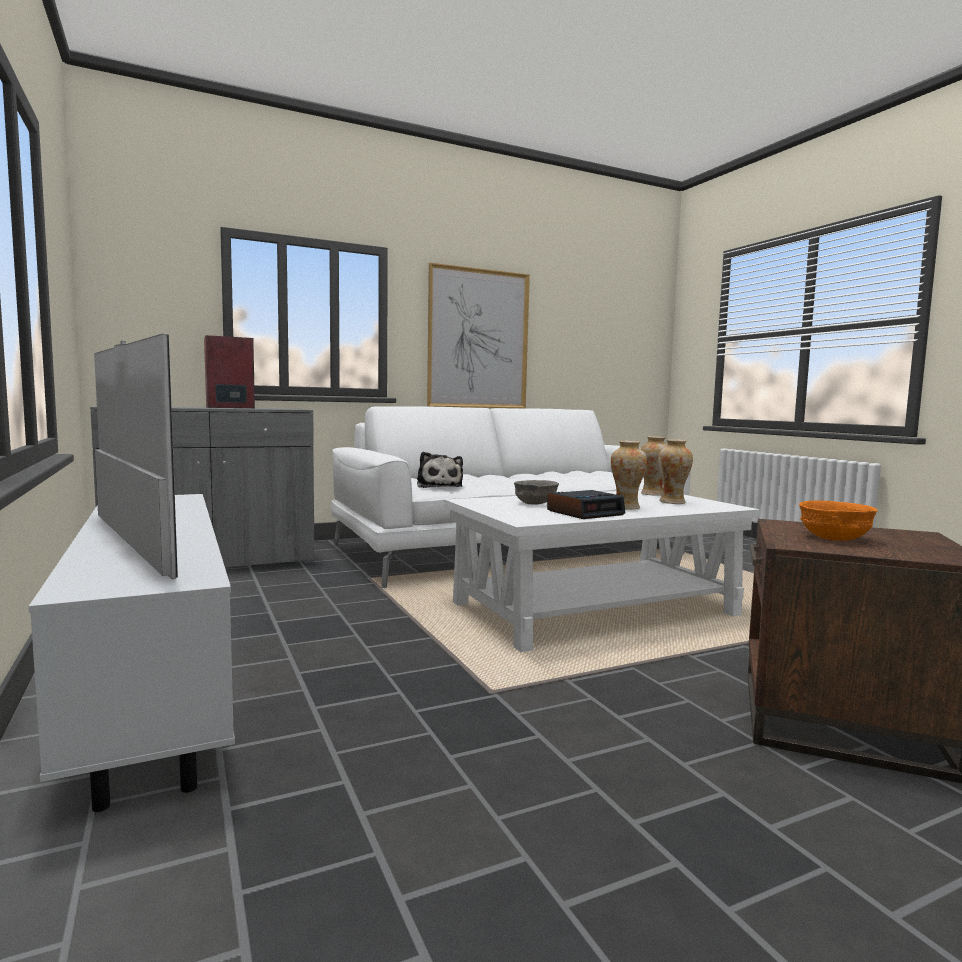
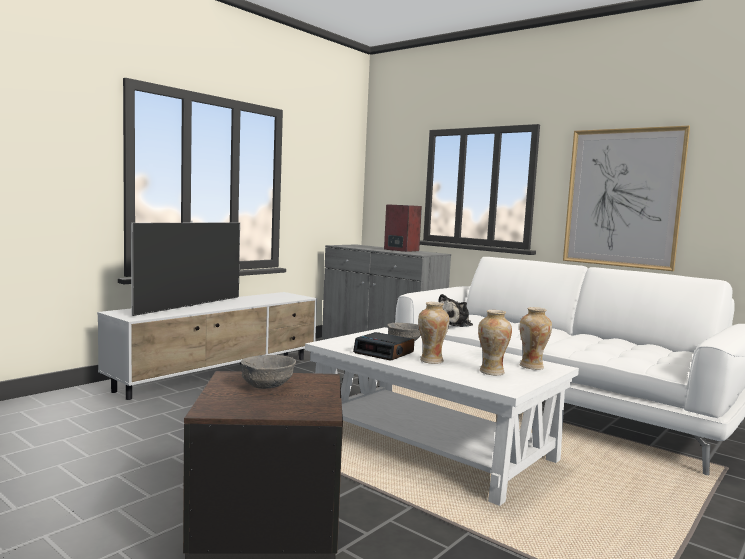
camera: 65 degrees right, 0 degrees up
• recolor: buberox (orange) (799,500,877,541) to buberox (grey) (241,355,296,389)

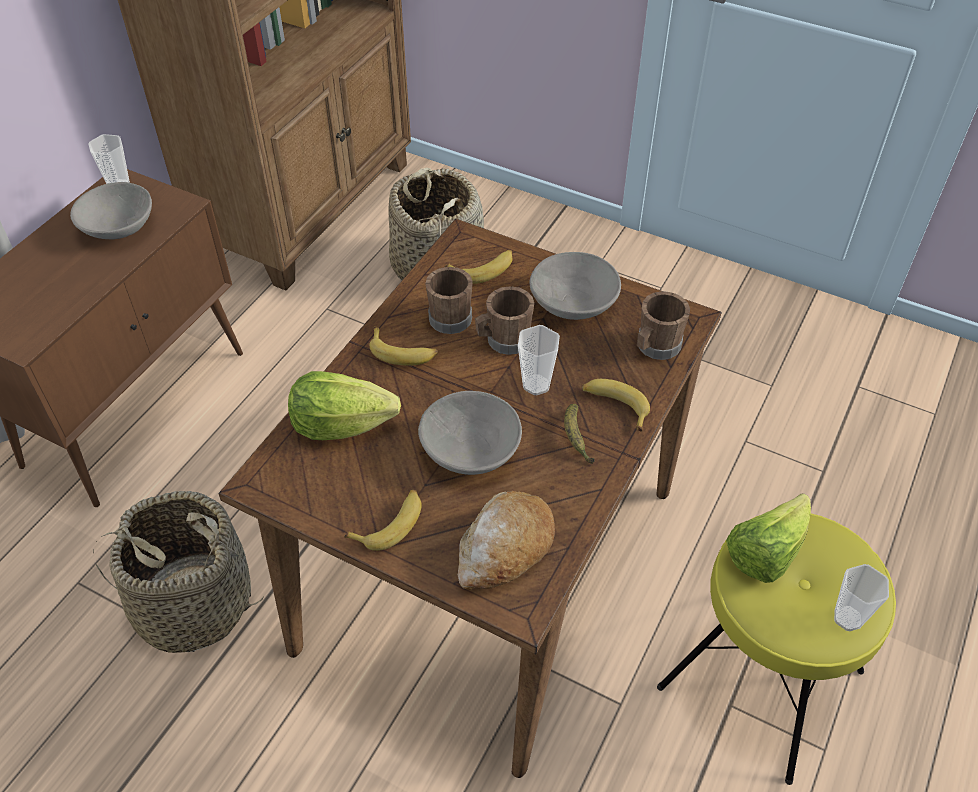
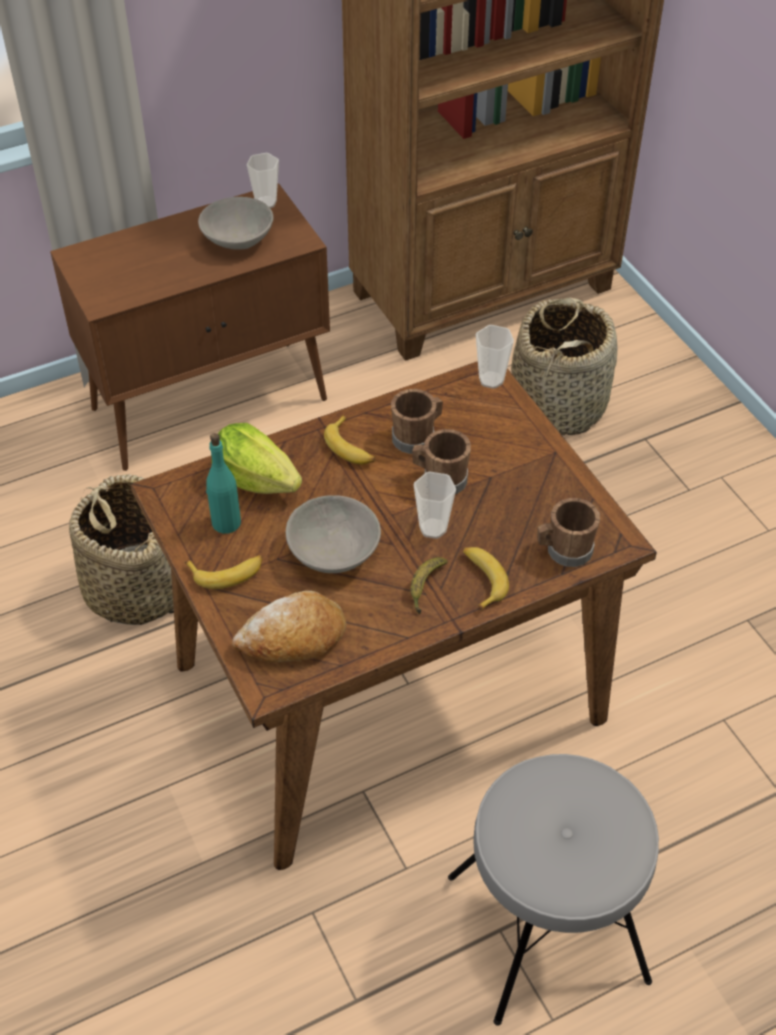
camera: 35 degrees right, 0 degrees up
• insert: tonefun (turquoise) (206,433,241,534)
• recolor: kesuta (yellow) (657,514,896,785) to kesuta (grey) (448,754,659,1026)
• move: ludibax (834,564,889,631) to (476,325,514,389)
• delete: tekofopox (445,250,513,284)
• delete: buberox (grey) (529,252,621,320)
• delete: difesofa (726,494,811,583)

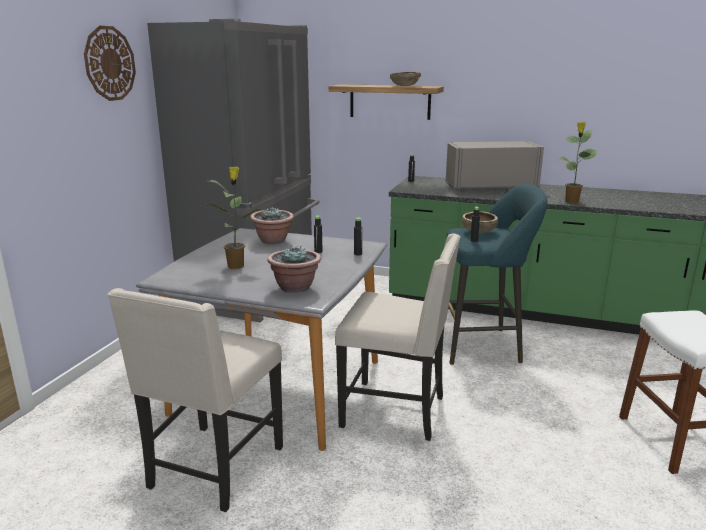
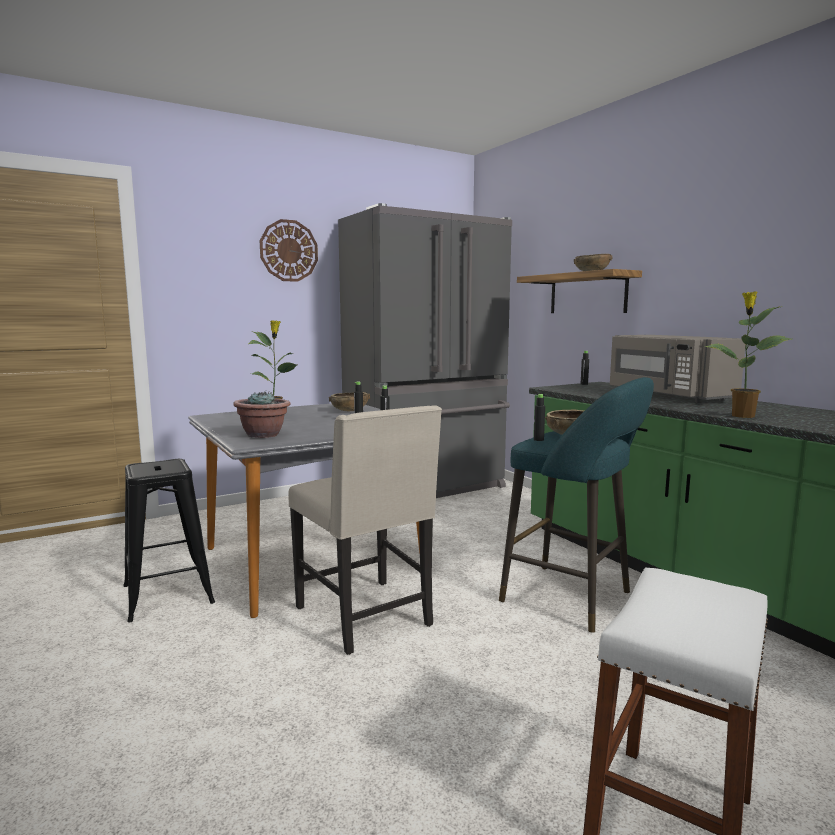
camera: 40 degrees right, 10 degrees down
• replace: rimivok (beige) (108,288,283,512) to kesuta (black) (123,459,215,622)
• replace: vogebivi (250,207,294,244) to buberox (brown) (329,392,370,411)
• rotate: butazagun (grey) (446,141,544,192) = (610,335,746,403) 150 degrees counterclockwise

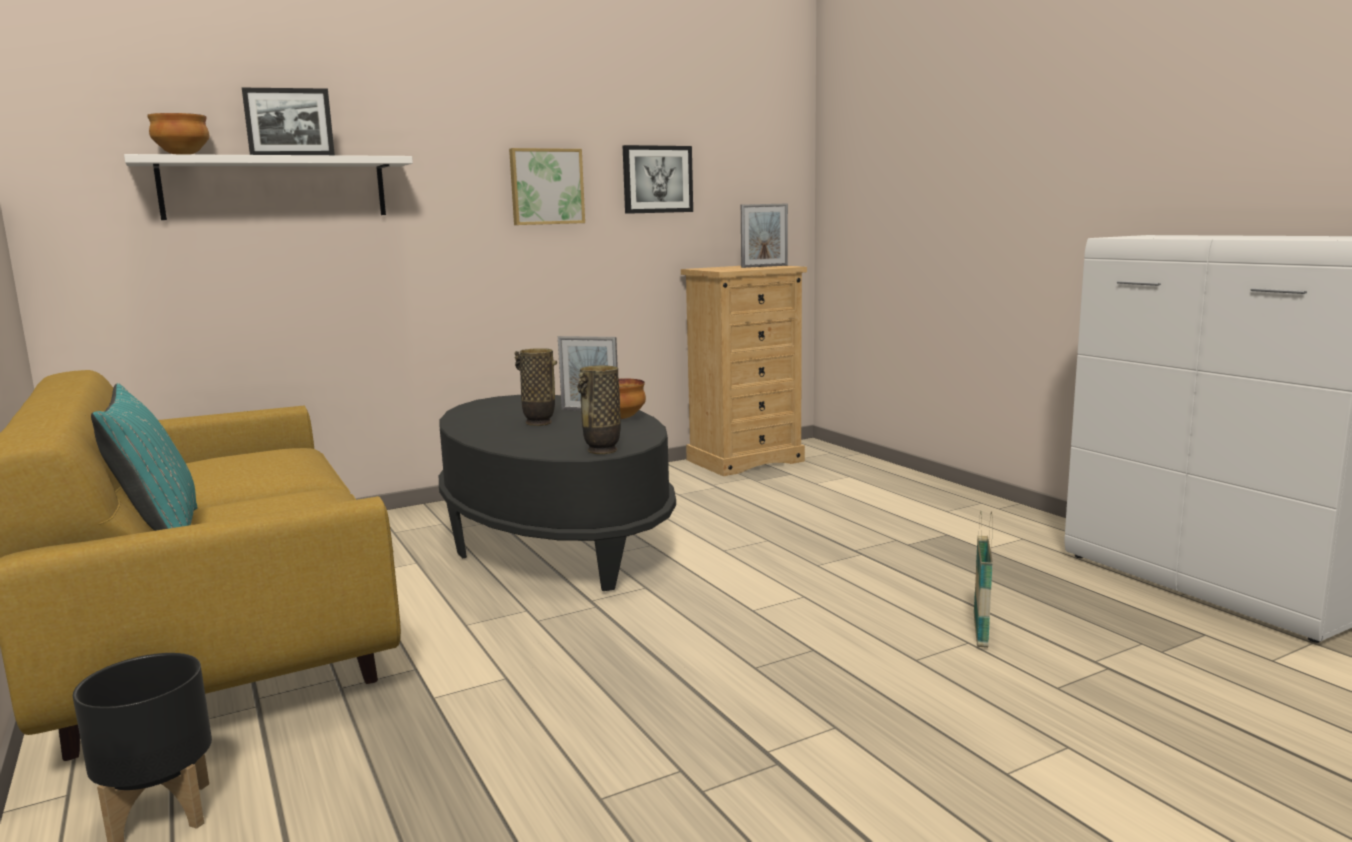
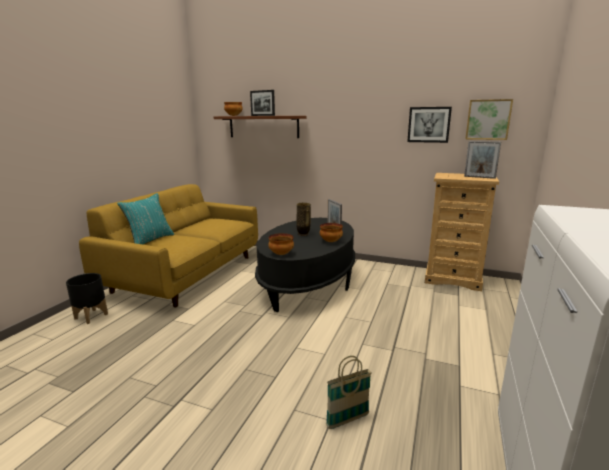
camera: 50 degrees right, 5 degrees up
• recolor: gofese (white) (124,154,413,220) to gofese (brown) (214,116,307,138)
• replace: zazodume (577,365,621,454) to buberox (268,233,294,255)
• move: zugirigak (509,148,585,225) to (465,99,513,140)

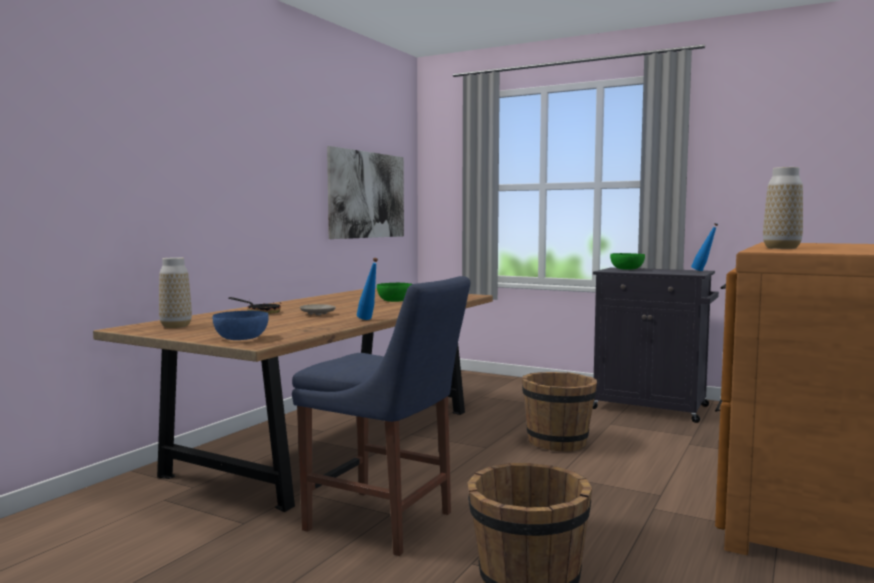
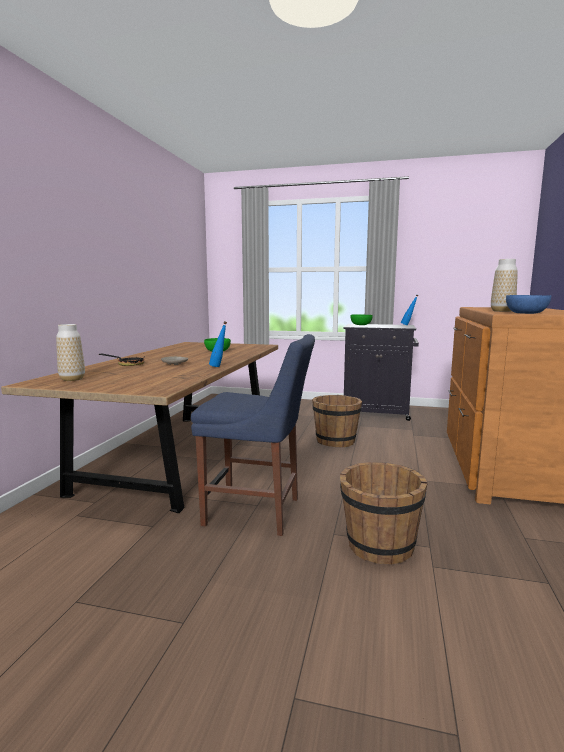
camera: 15 degrees left, 5 degrees up
• move: buberox (blue) (213,311,269,340) to (506,295,551,314)
• delete: zugirigak (327,146,404,239)

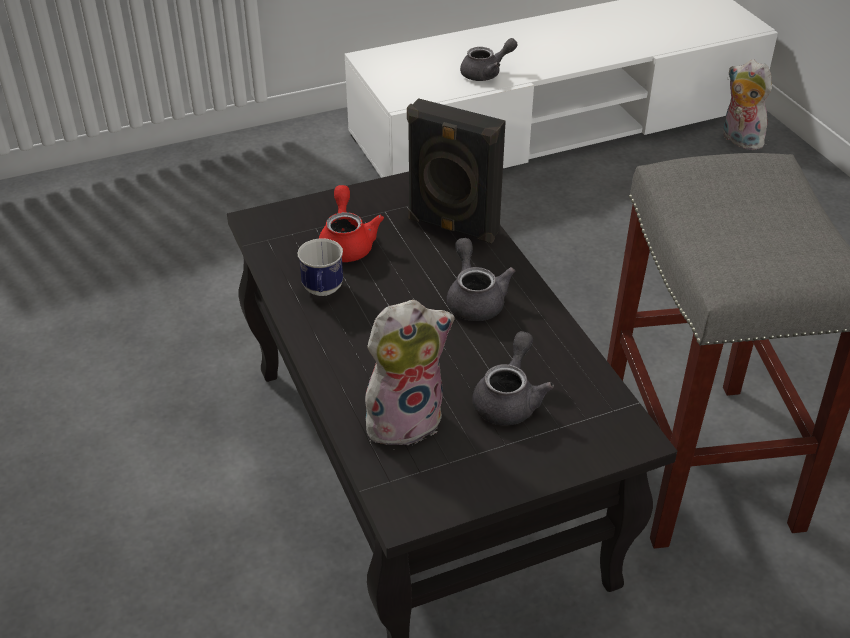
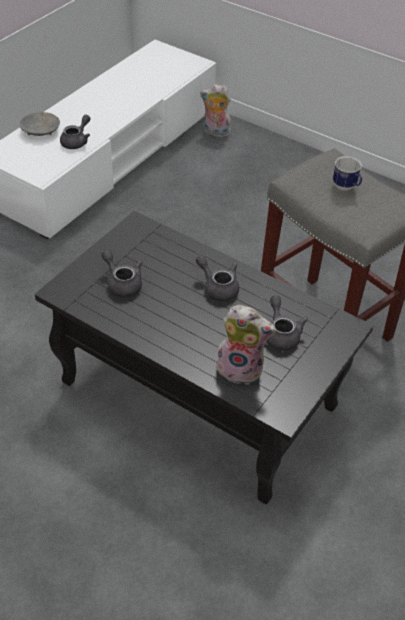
camera: 35 degrees left, 5 degrees up
• insert: buberox (grey) (20,112,60,136)
• recolor: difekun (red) (319,185,384,262) to difekun (grey) (102,250,142,298)
• rotate: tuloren (365,300,455,446) = (214,305,276,385) 75 degrees clockwise
• move: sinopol (298,238,343,296) to (333,156,362,191)
• delete: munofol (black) (407,98,506,244)

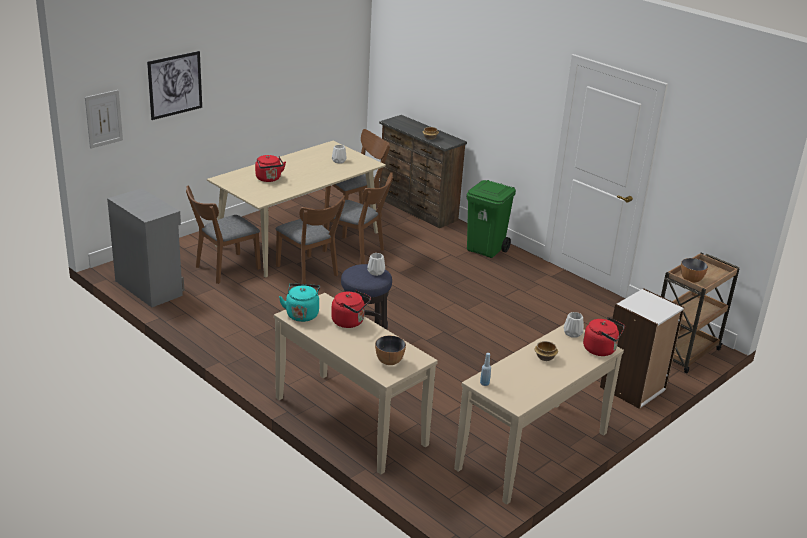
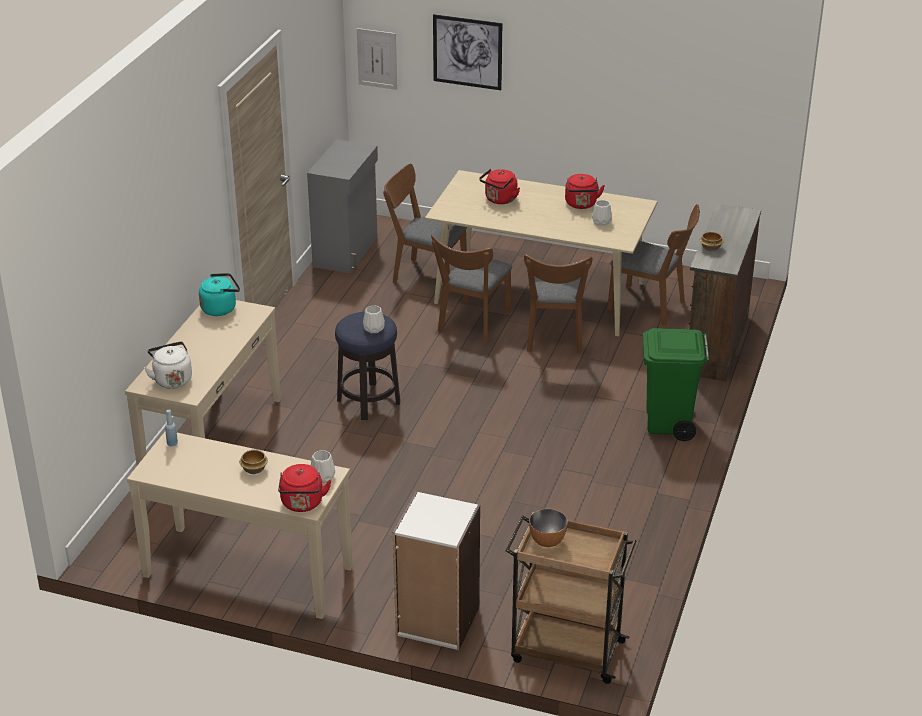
camera: 65 degrees right, 5 degrees up
• replace: buberox (375,336,406,365) to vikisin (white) (144,342,192,389)
• move: vikisin (red) (331,290,371,328) to (565,174,605,209)

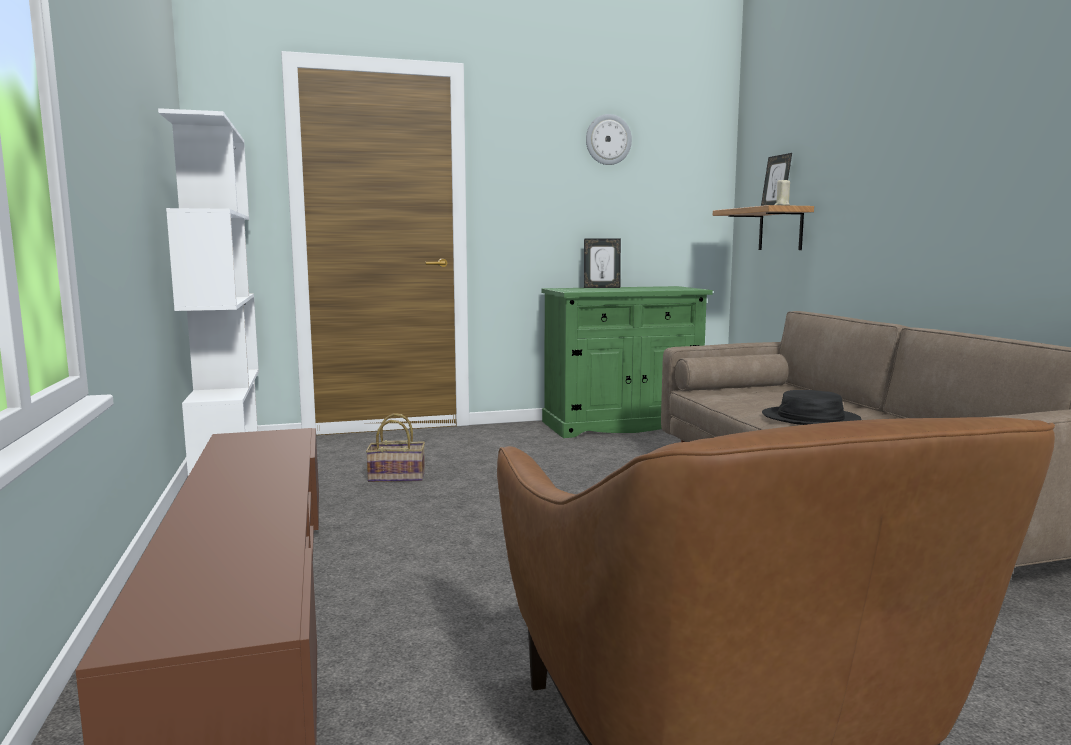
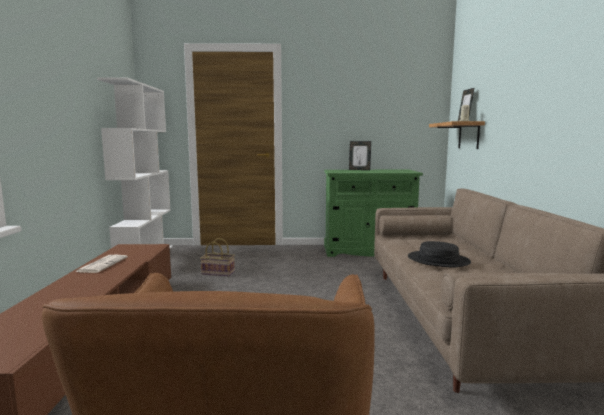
camera: 15 degrees right, 0 degrees up
• insert: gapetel (76,255,128,273)
• delete: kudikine (586,114,632,165)

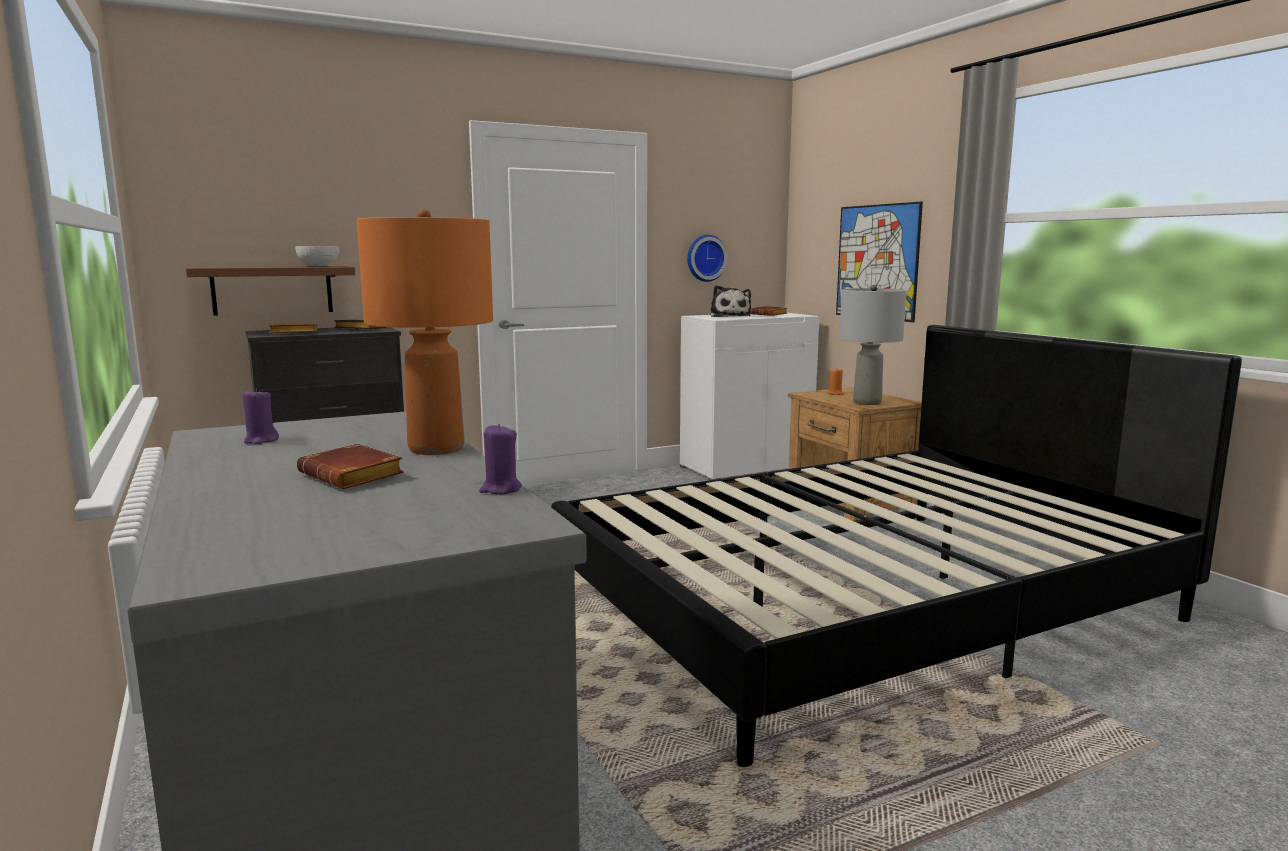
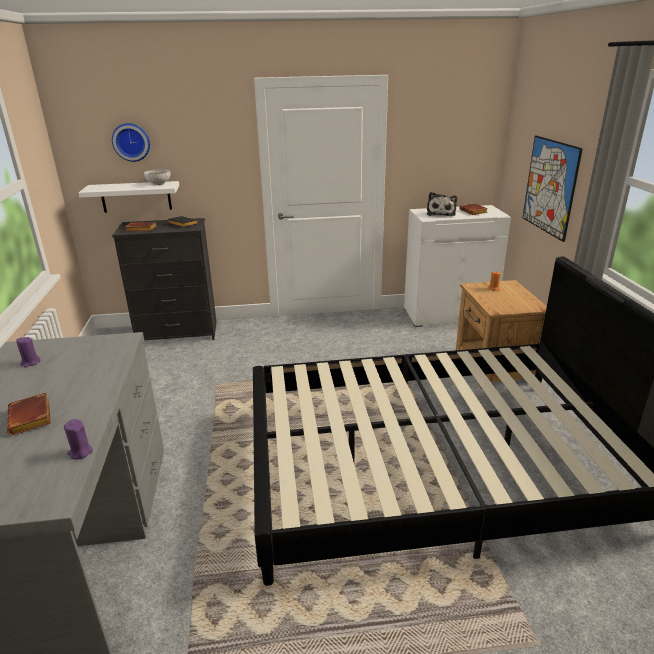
camera: 20 degrees right, 15 degrees up
• recolor: gofese (brown) (186,266,355,316) to gofese (white) (79,181,179,213)
• move: kudikine (687,235,727,282) to (112,123,150,162)
• delete: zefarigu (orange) (357,209,493,455)
• delete: zefarigu (grey) (839,285,906,405)

